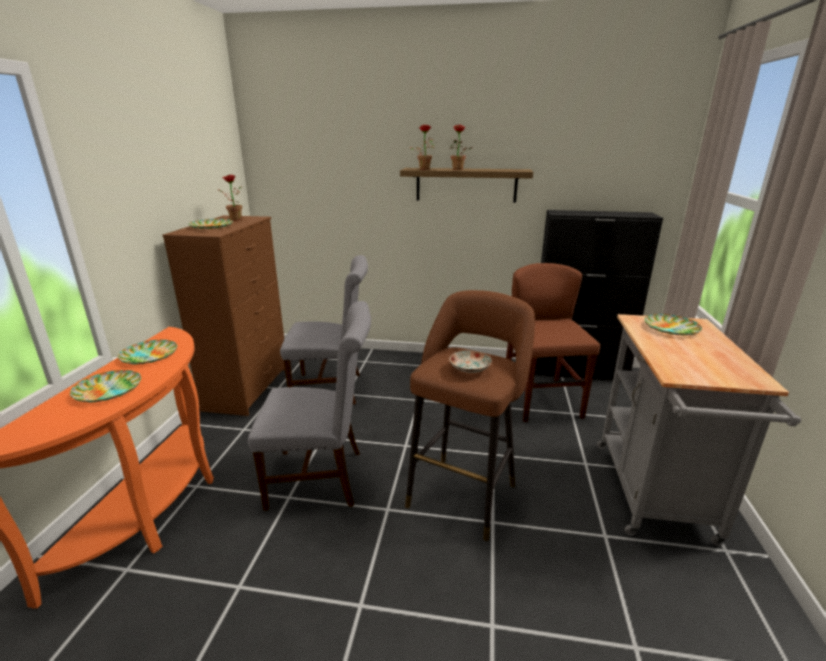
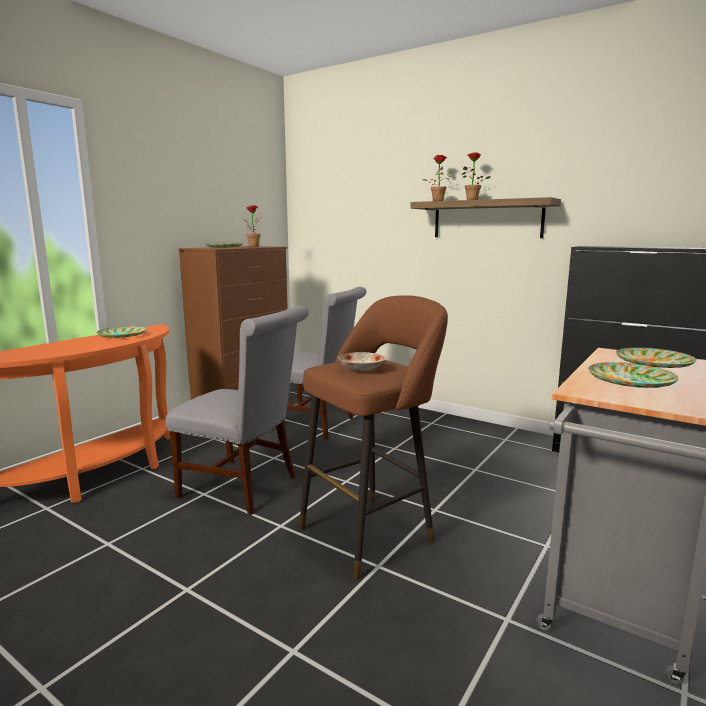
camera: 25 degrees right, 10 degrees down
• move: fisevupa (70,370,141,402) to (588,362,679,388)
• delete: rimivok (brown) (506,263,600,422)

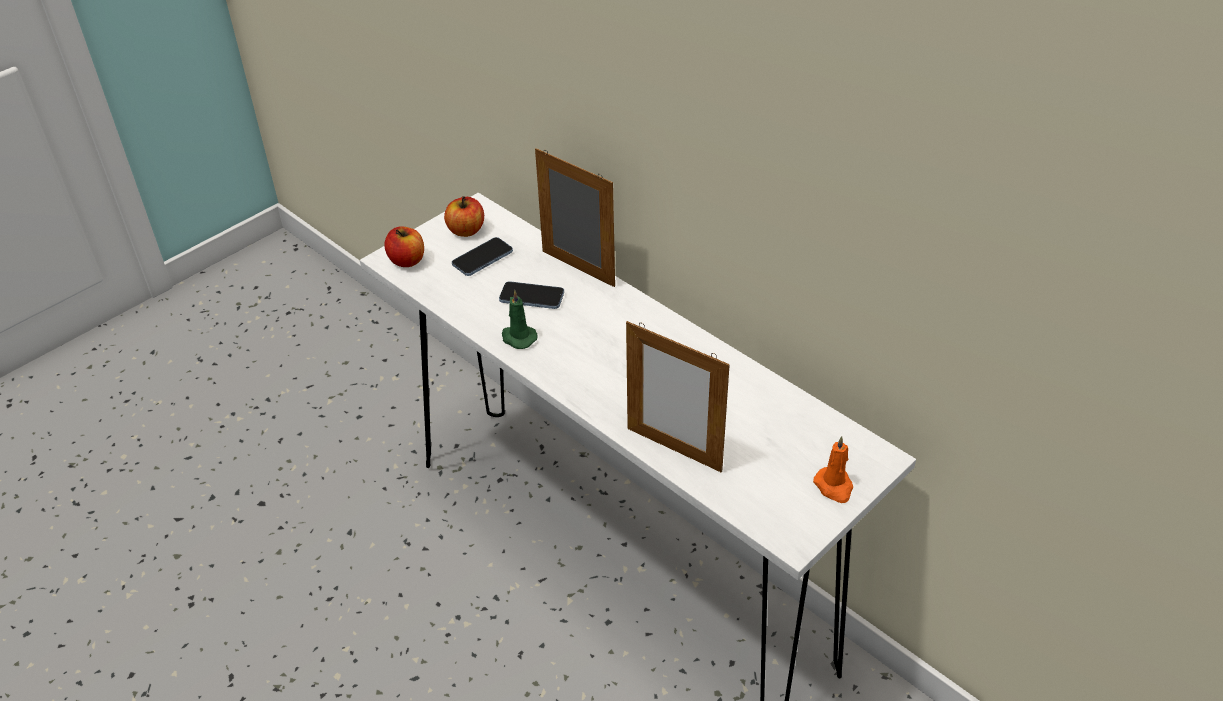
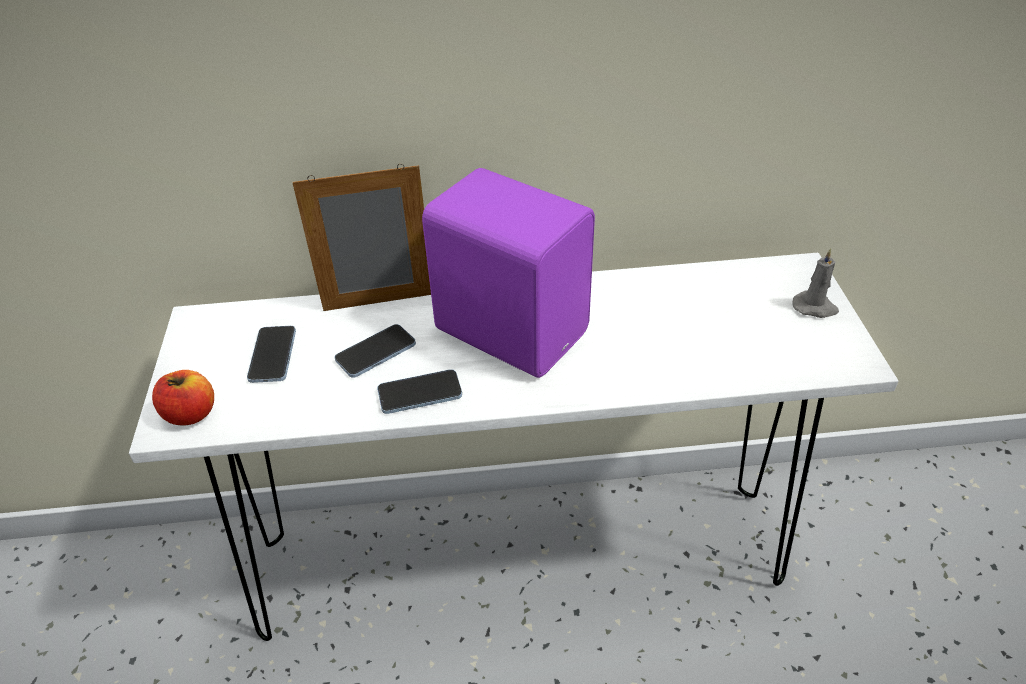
camera: 50 degrees left, 0 degrees up
• replace: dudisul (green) (502,290,537,349) to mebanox (377,369,462,414)
• insert: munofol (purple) (422,168,595,378)
• recolor: dudisul (orange) (813,436,853,503) to dudisul (grey) (793,248,839,318)
• delete: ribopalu (444,196,484,237)
• delete: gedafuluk (626,321,730,472)

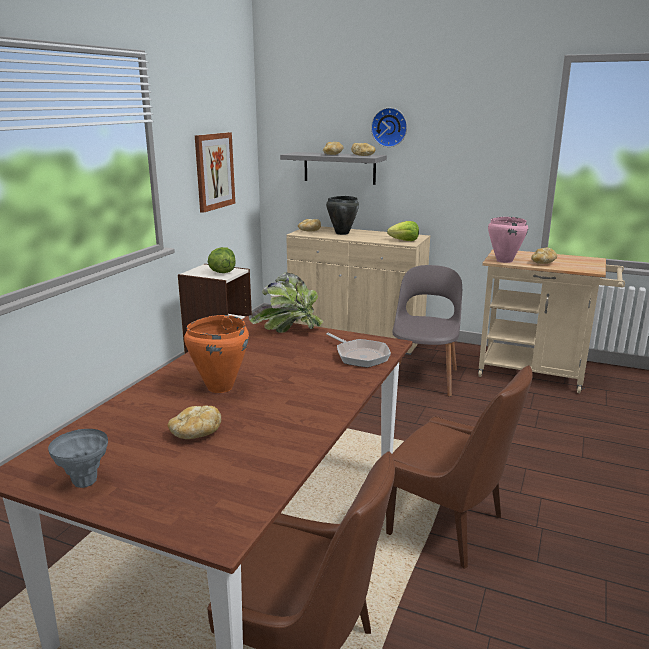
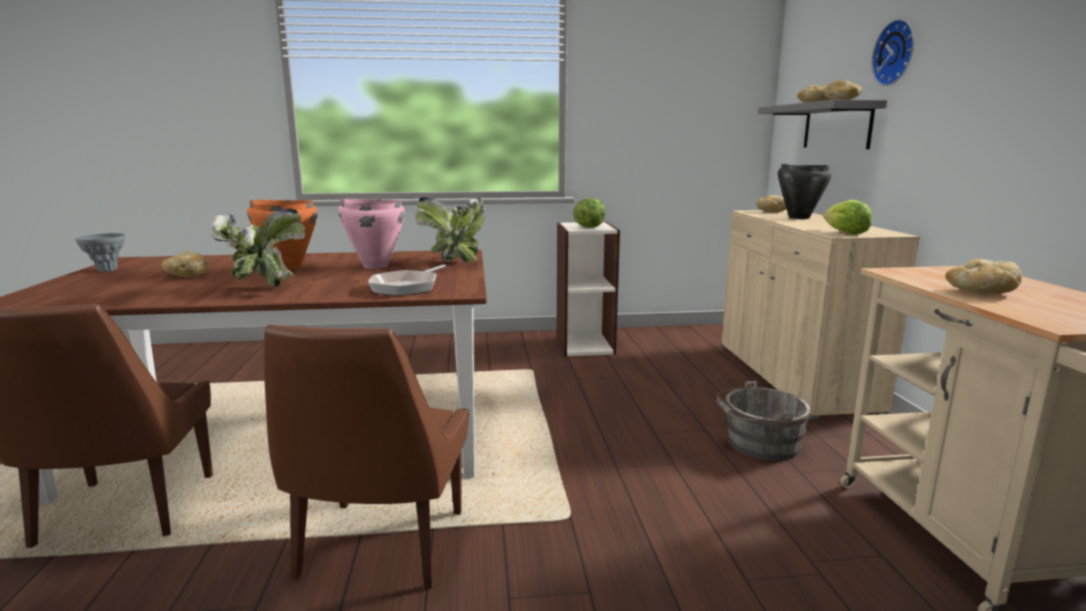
camera: 60 degrees right, 5 degrees down
• insert: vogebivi (212,208,305,287)
• move: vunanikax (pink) (488,217,528,263) to (338,199,405,269)
• replace: rimivok (grey) (392,265,462,397) to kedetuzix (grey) (716,381,811,461)
• delete: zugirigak (195,132,235,213)

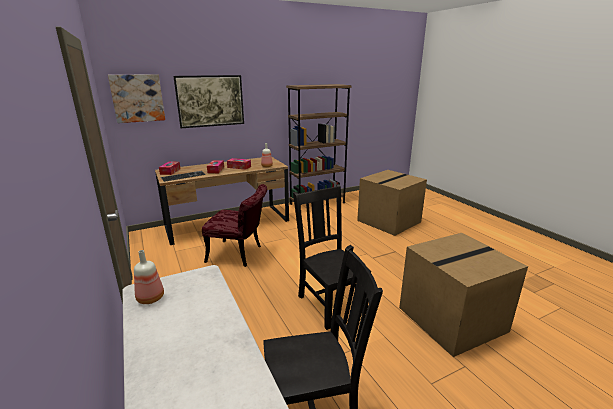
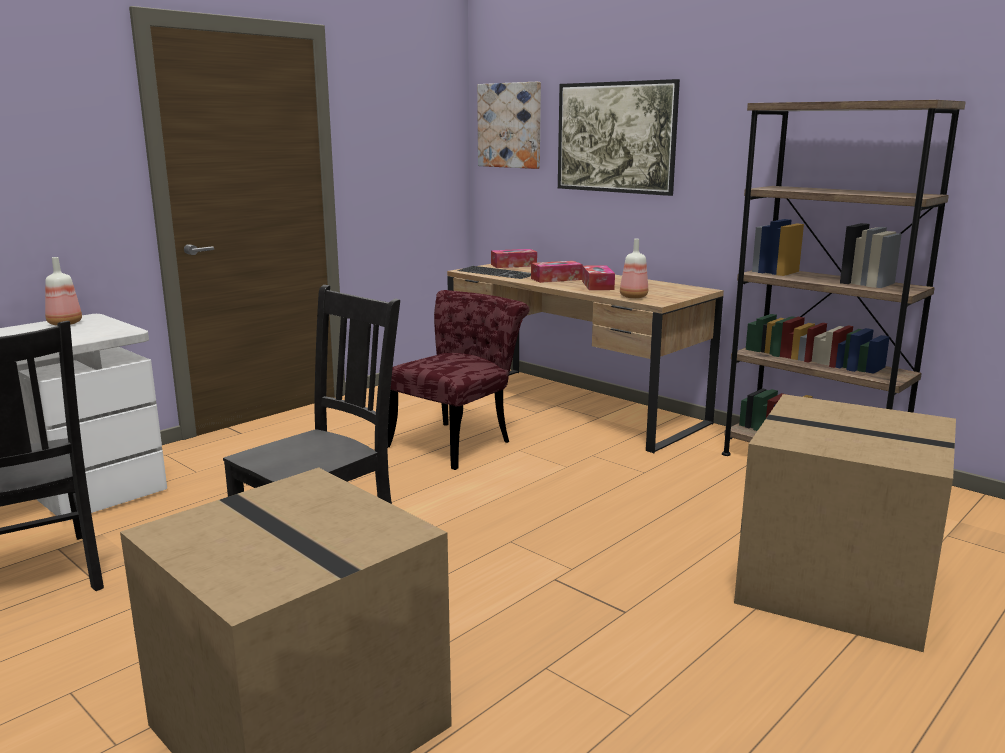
camera: 70 degrees right, 5 degrees down
• rotate: rimivok (red) (202,184,267,267) = (388,290,529,470) 135 degrees counterclockwise

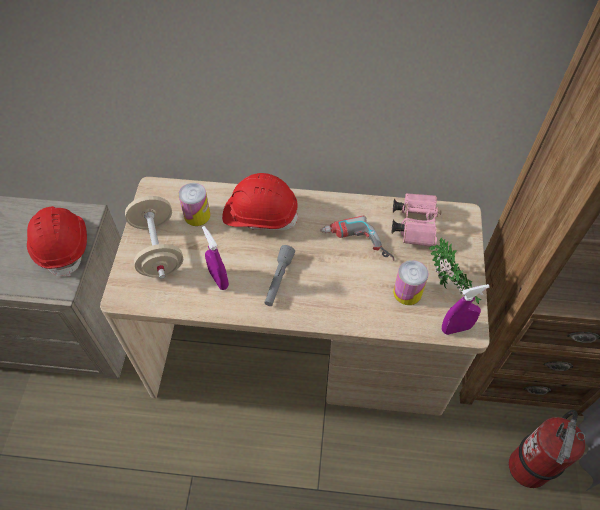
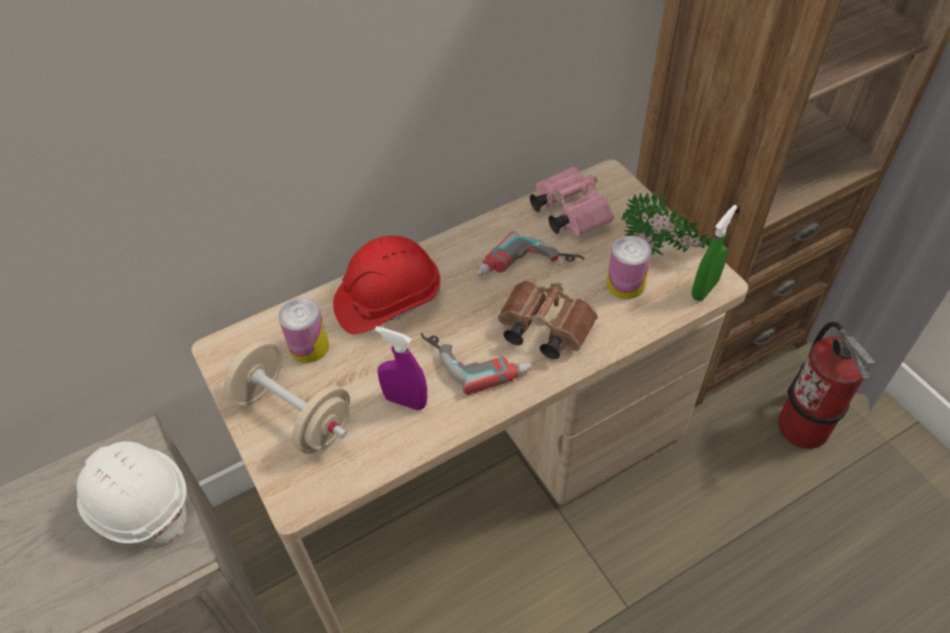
camera: 35 degrees left, 5 degrees down
• recolor: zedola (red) (27,206,87,277) to zedola (white) (77,441,187,545)
• replace: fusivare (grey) (264,245,295,306) to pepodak (421,333,532,395)
• insert: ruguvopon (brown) (498,280,598,359)
• recolor: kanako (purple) (442,284,489,335) to kanako (green) (691,205,737,301)

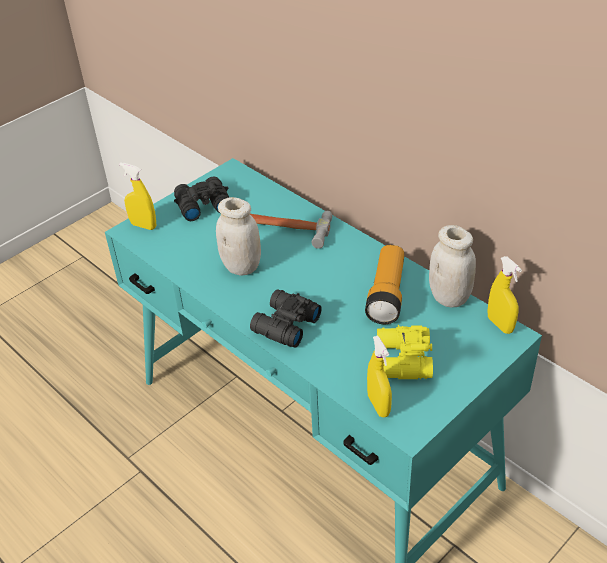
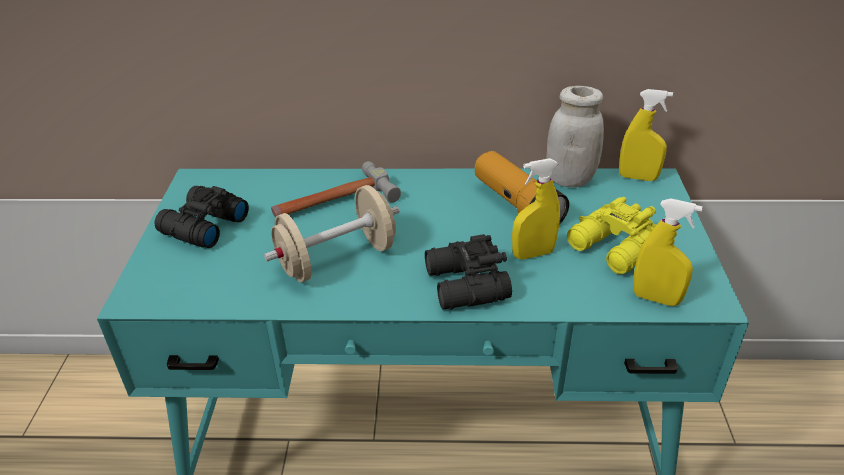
camera: 45 degrees left, 5 degrees down
• replace: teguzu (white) (216,197,261,276) to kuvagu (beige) (264,185,399,282)
• move: kanako (yellow) (119,162,156,230) to (512,158,560,260)

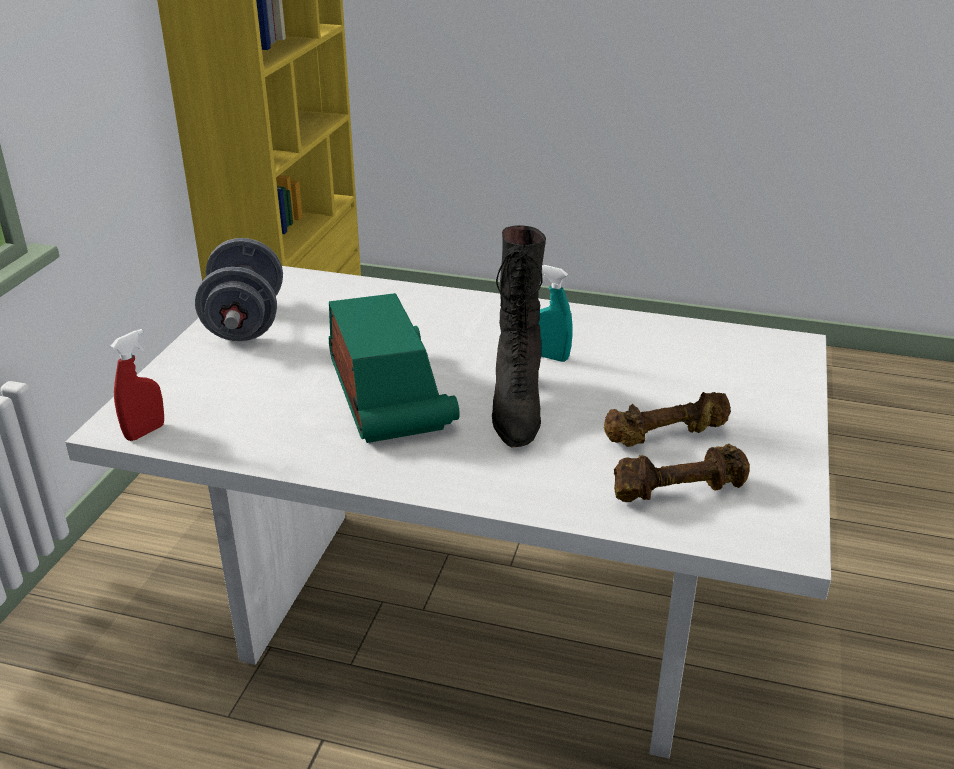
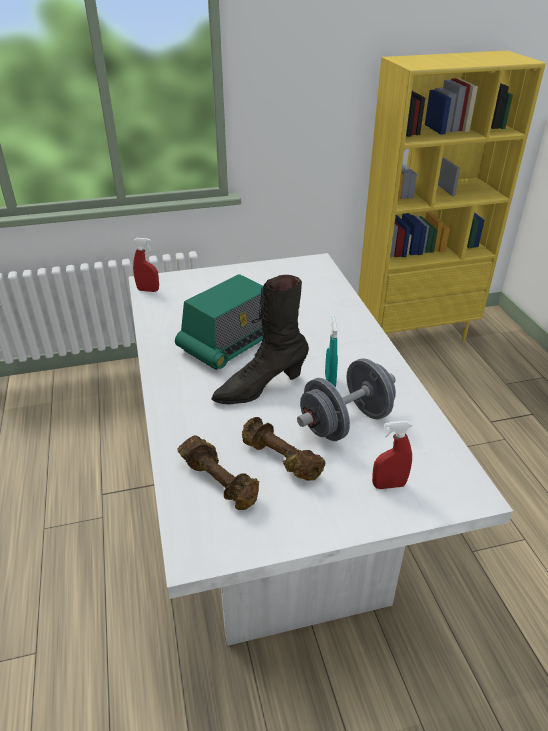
camera: 60 degrees right, 5 degrees up
• move: kuvagu (grey) (195,238,283,341) to (297,358,396,441)
• insert: kanako (red) (372,421,412,489)

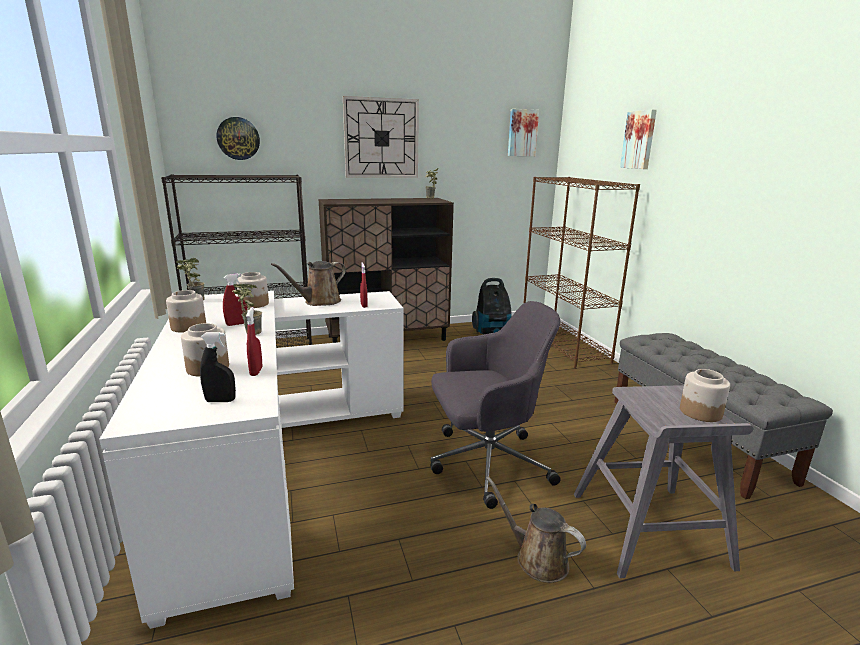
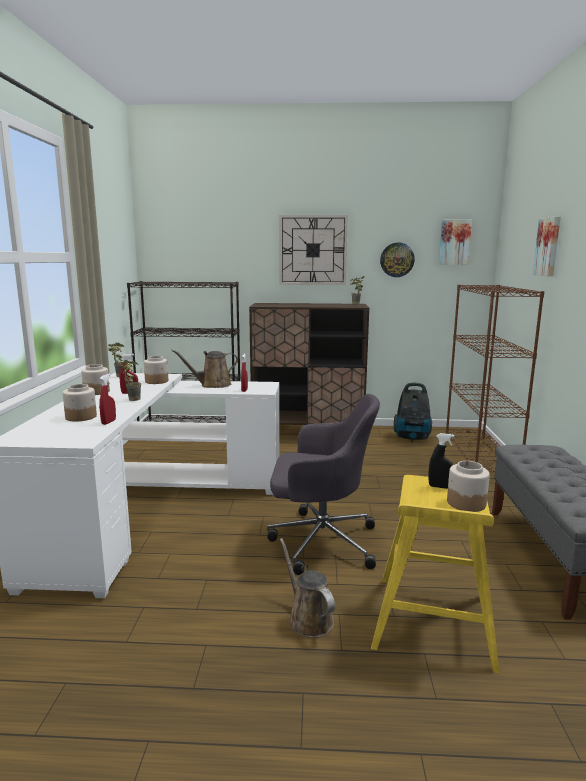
camera: 20 degrees right, 5 degrees down
• recolor: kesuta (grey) (574,385,754,578) to kesuta (yellow) (371,475,499,673)
• move: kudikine (217,117,260,160) to (380,243,415,277)
• move: kanako (black) (200,332,236,402) to (428,433,454,489)

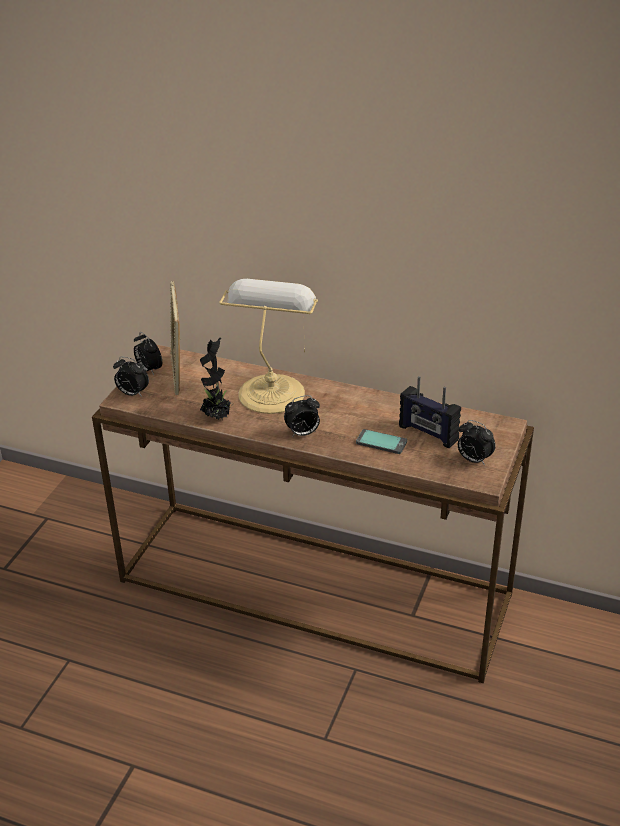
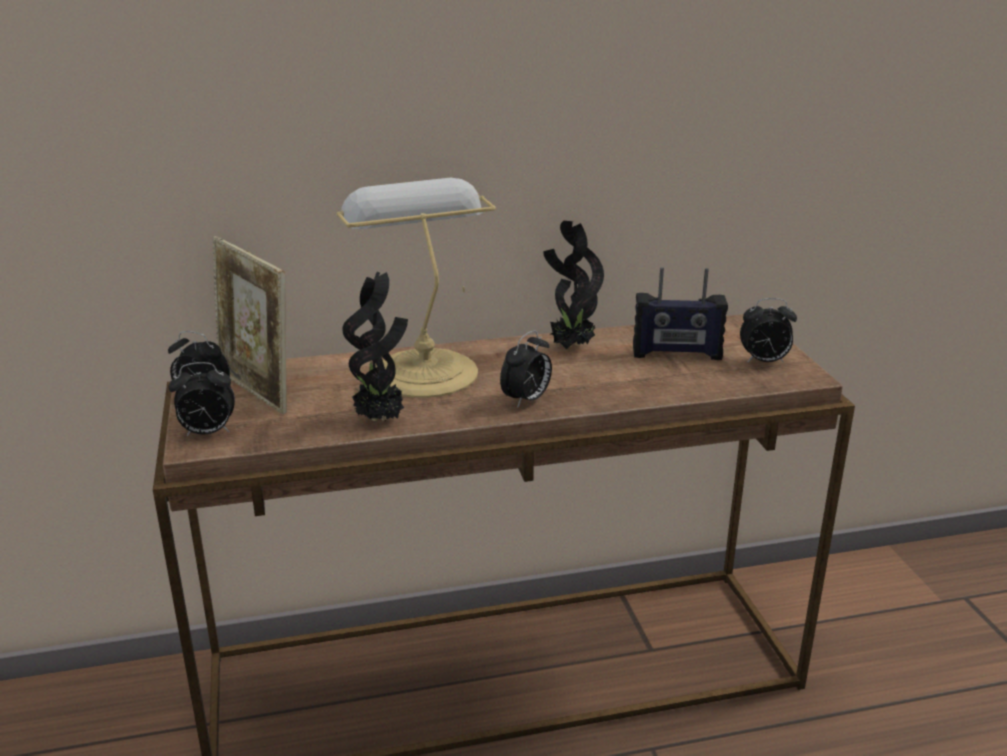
camera: 35 degrees left, 10 degrees down
• insert: vogebivi (543,221,604,350)
• delete: mebanox (356,429,407,454)

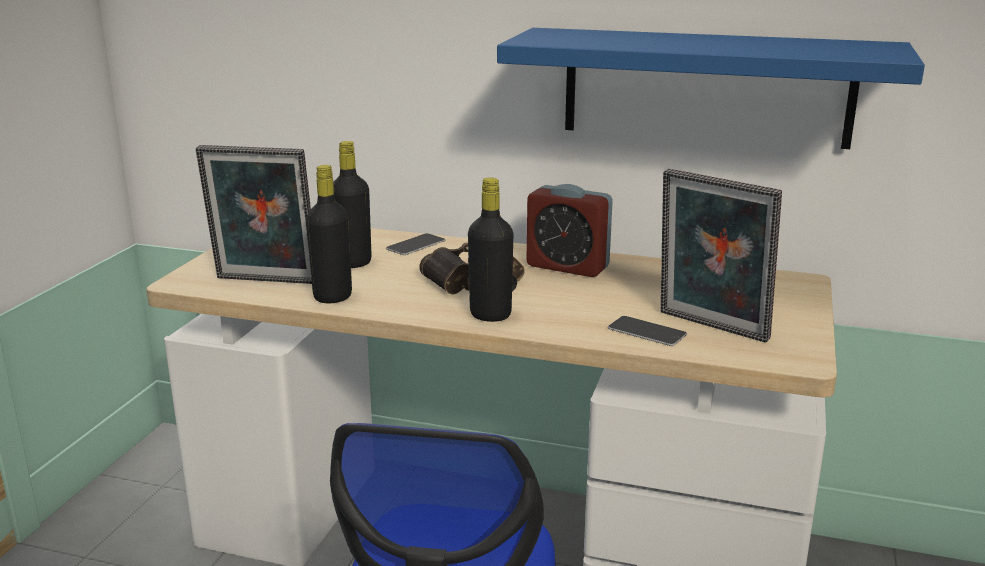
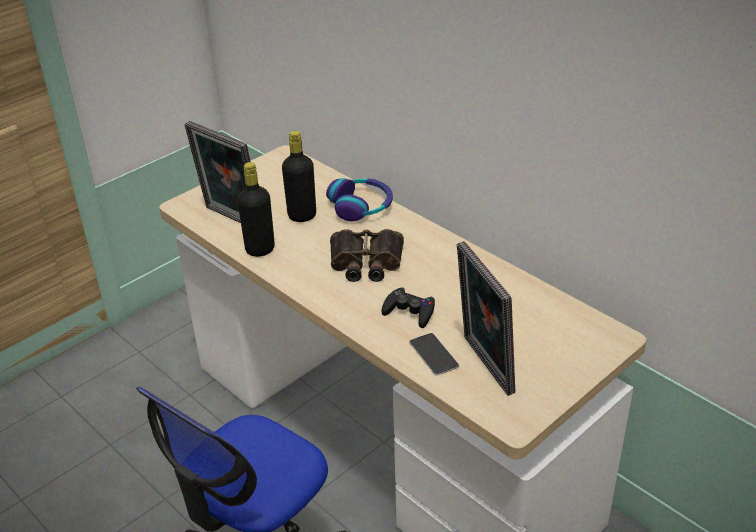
camera: 30 degrees right, 15 degrees up
• replace: mebanox (386,233,445,255) to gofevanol (326,178,393,221)
• insert: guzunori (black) (381,287,435,328)
• delete: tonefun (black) (468,177,513,322)
• delete: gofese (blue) (497,28,925,149)
• delete: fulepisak (527,184,613,277)

